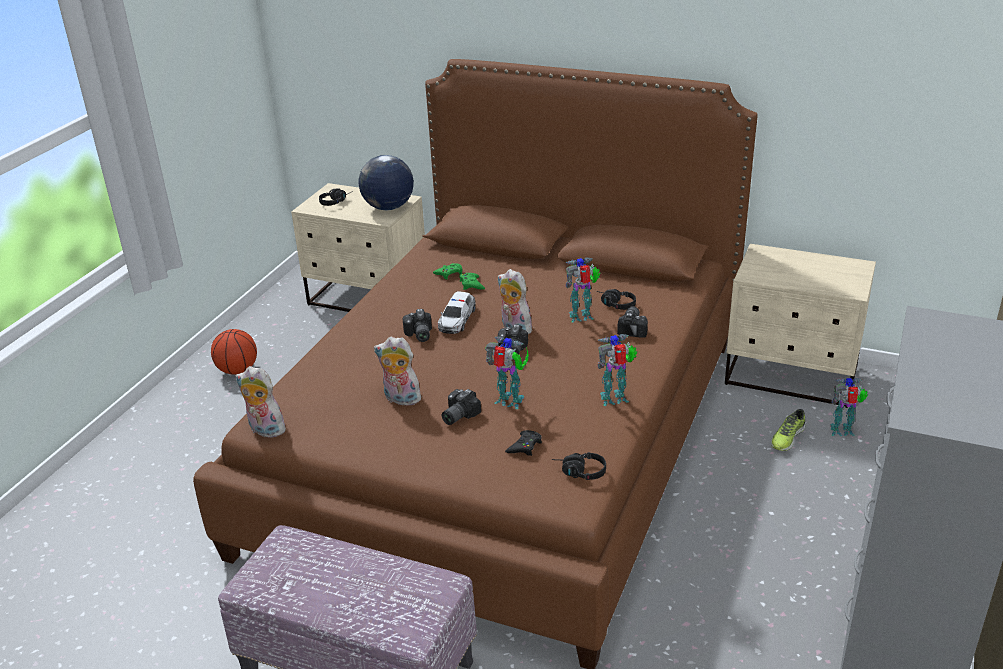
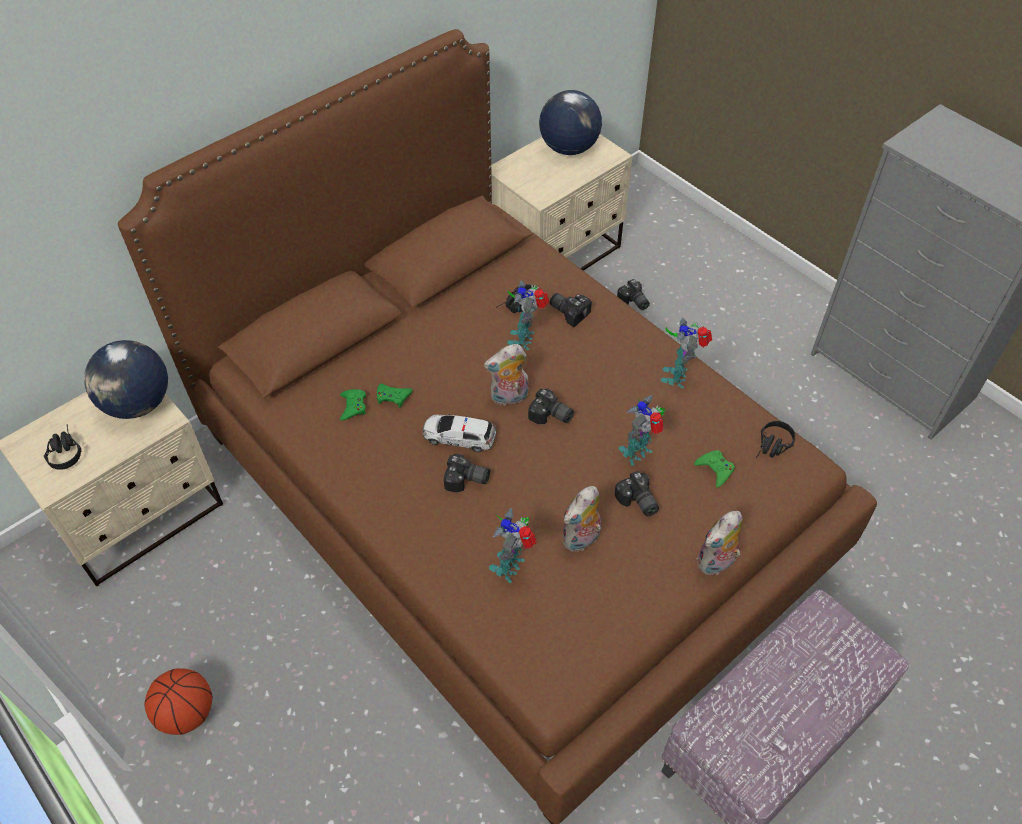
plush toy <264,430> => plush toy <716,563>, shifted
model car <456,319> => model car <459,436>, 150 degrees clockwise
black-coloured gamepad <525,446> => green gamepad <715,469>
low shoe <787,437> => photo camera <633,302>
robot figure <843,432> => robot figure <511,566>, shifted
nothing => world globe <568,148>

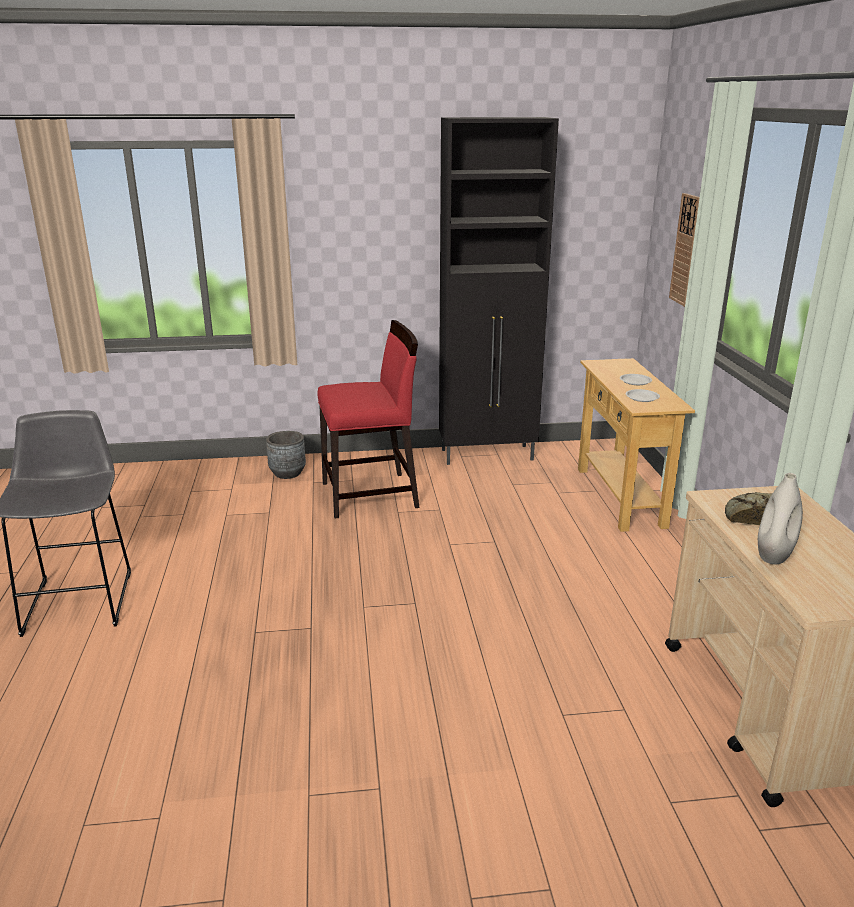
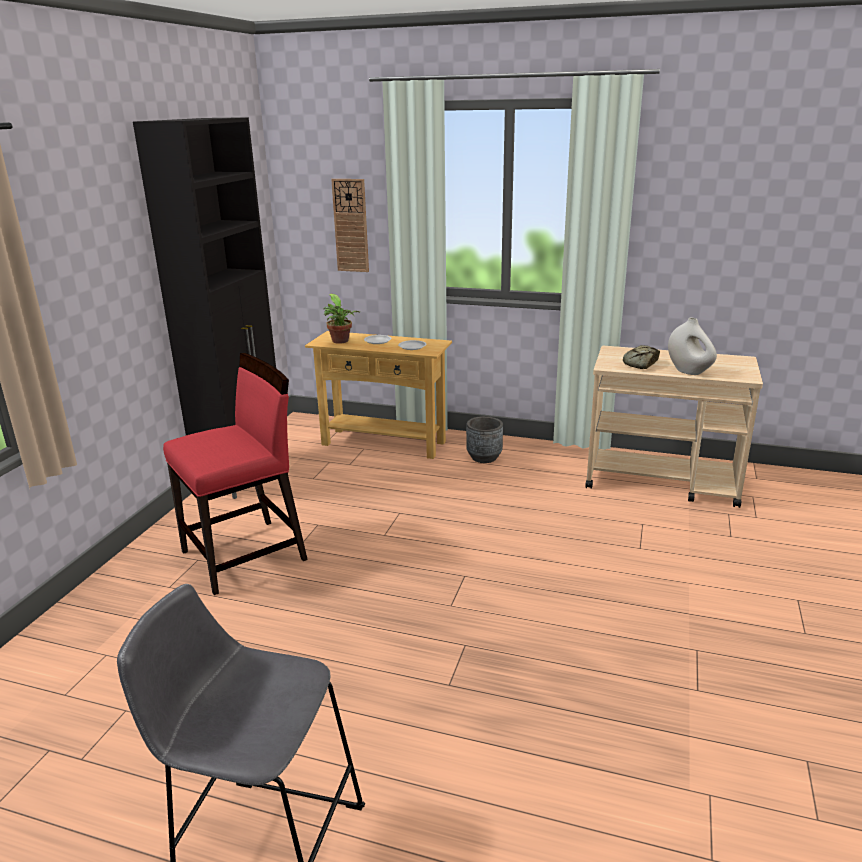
gray flower pot <287,473> => gray flower pot <484,457>, shifted
red-coloured chair <371,495> => red-coloured chair <245,555>, 45 degrees clockwise
nothing => potted plant <341,341>

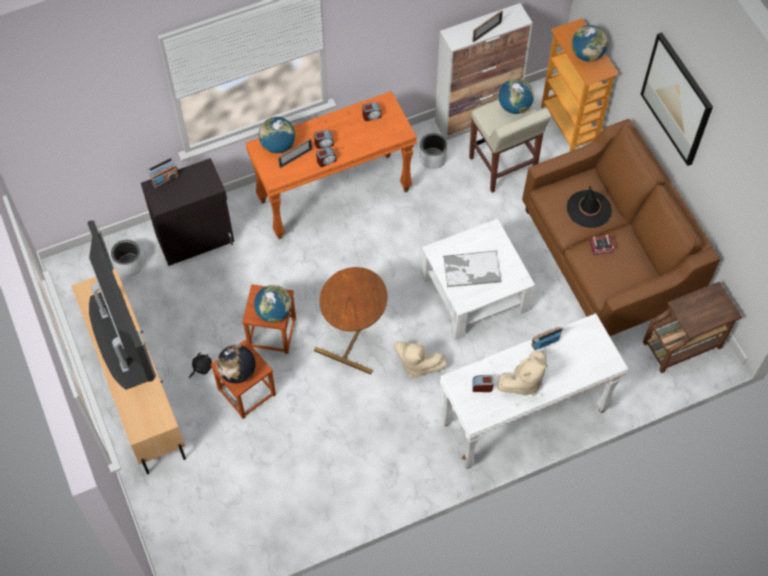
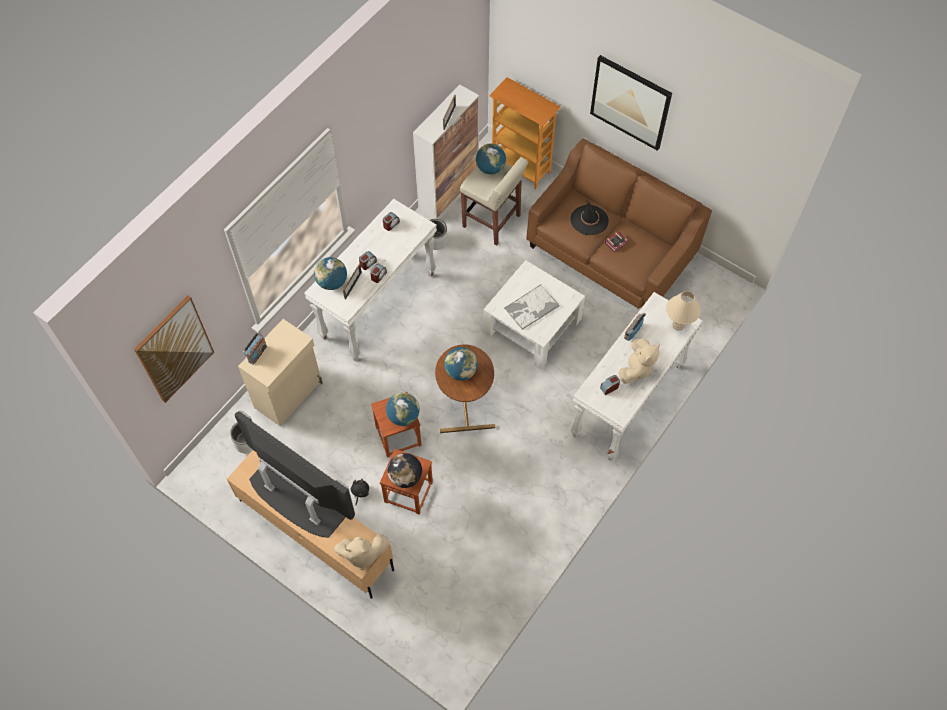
black-coloured storage cabinet <196,239> => beige-coloured storage cabinet <289,394>
orange-coloured narrow table <334,195> => white-coloured narrow table <378,305>
beige-coloured plush toy <417,364> => beige-coloured plush toy <362,554>, shifted
world globe <587,54> => world globe <461,371>, shifted
brown side table <684,344> => nothing
nothing => wall art <174,349>
nothing => beige-coloured tabletop lamp <678,325>

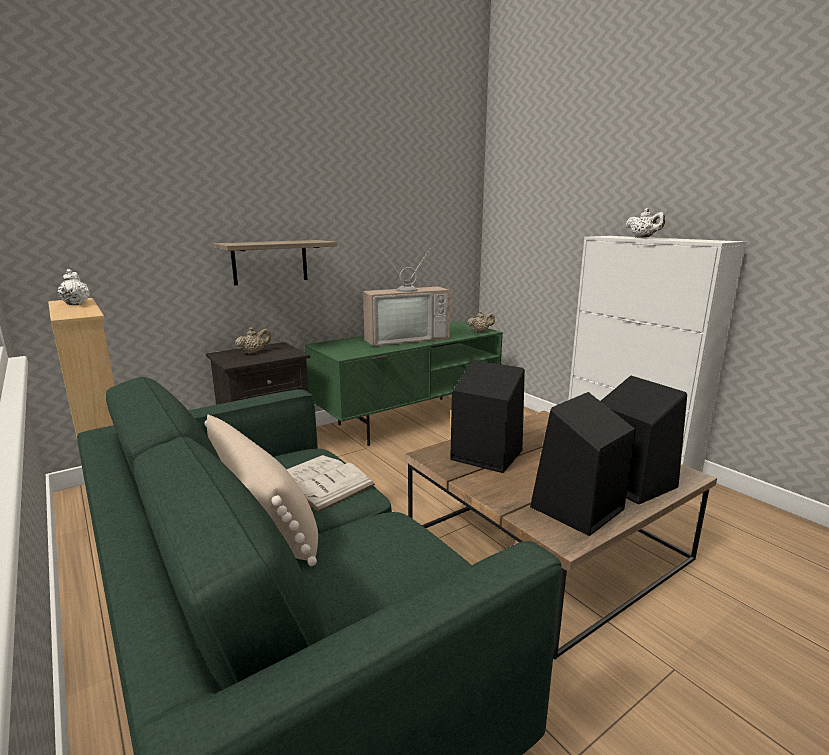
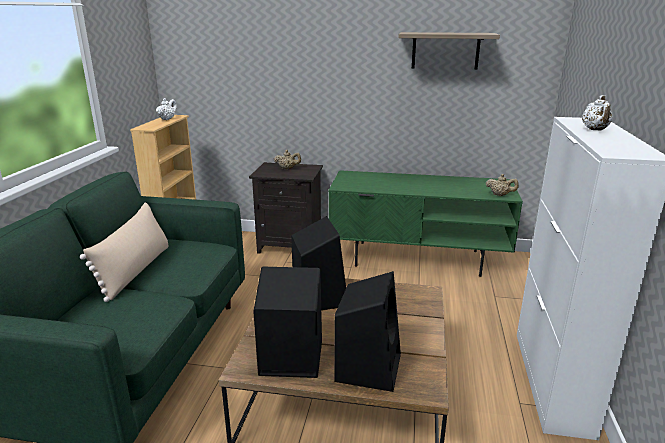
wall shelf <270,262> => wall shelf <445,50>, shifted
white-coloured volume <320,482> => nothing
TV <405,338> => nothing

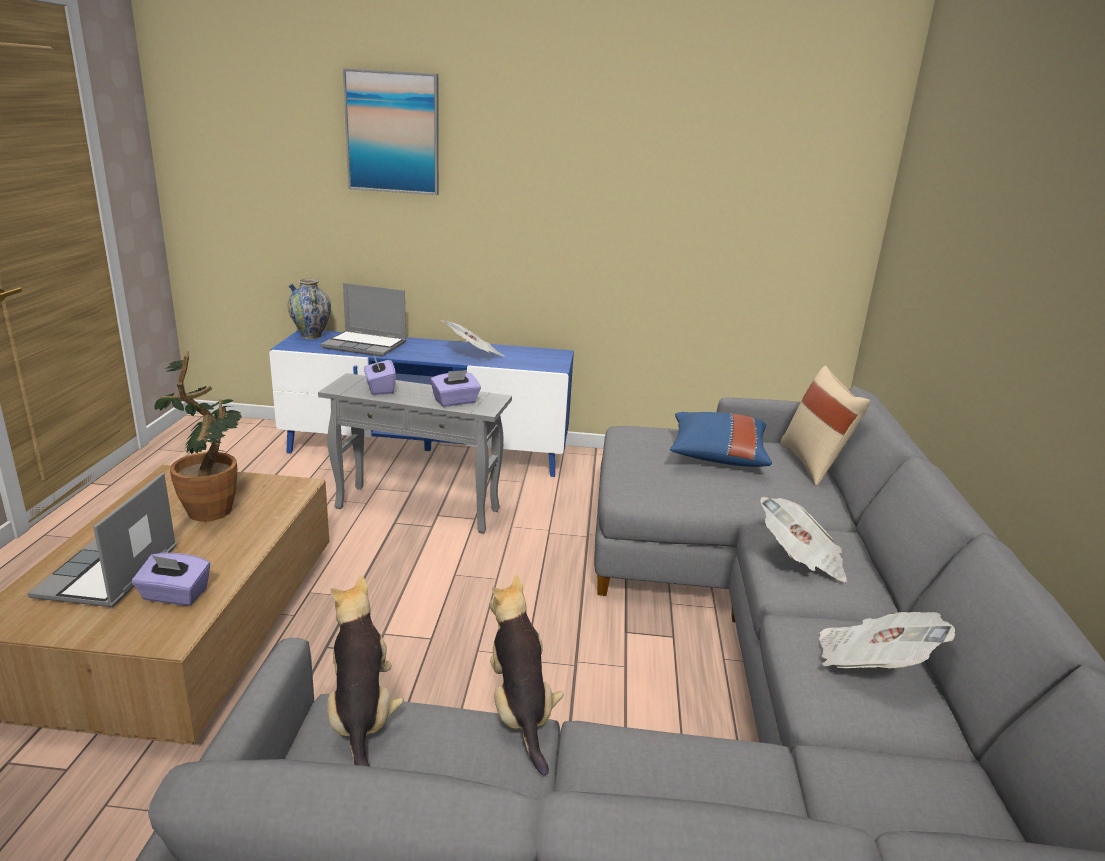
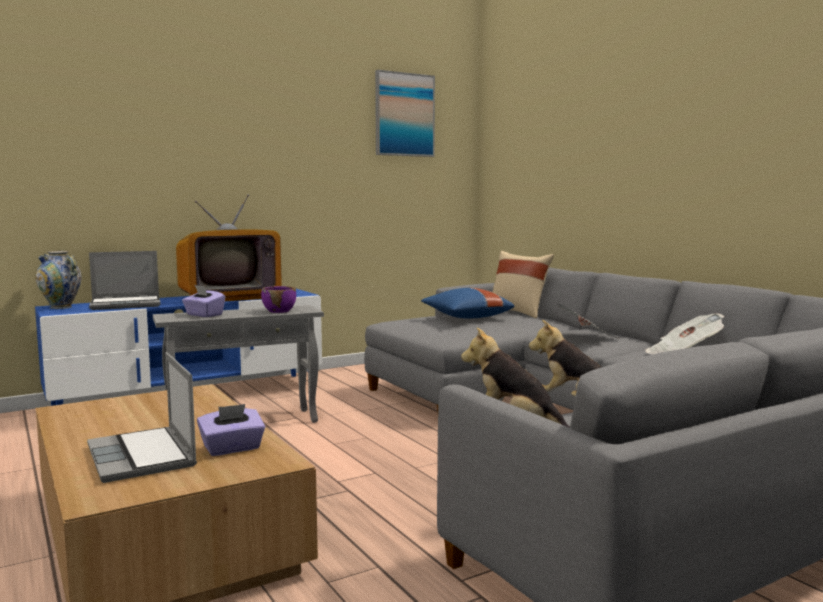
potted plant <216,506> => nothing
wall art <393,132> => wall art <404,115>, shifted
purple-coloured tissue box <455,401> => purple-coloured serving bowl <279,311>
printed paper <473,354> => TV <229,297>

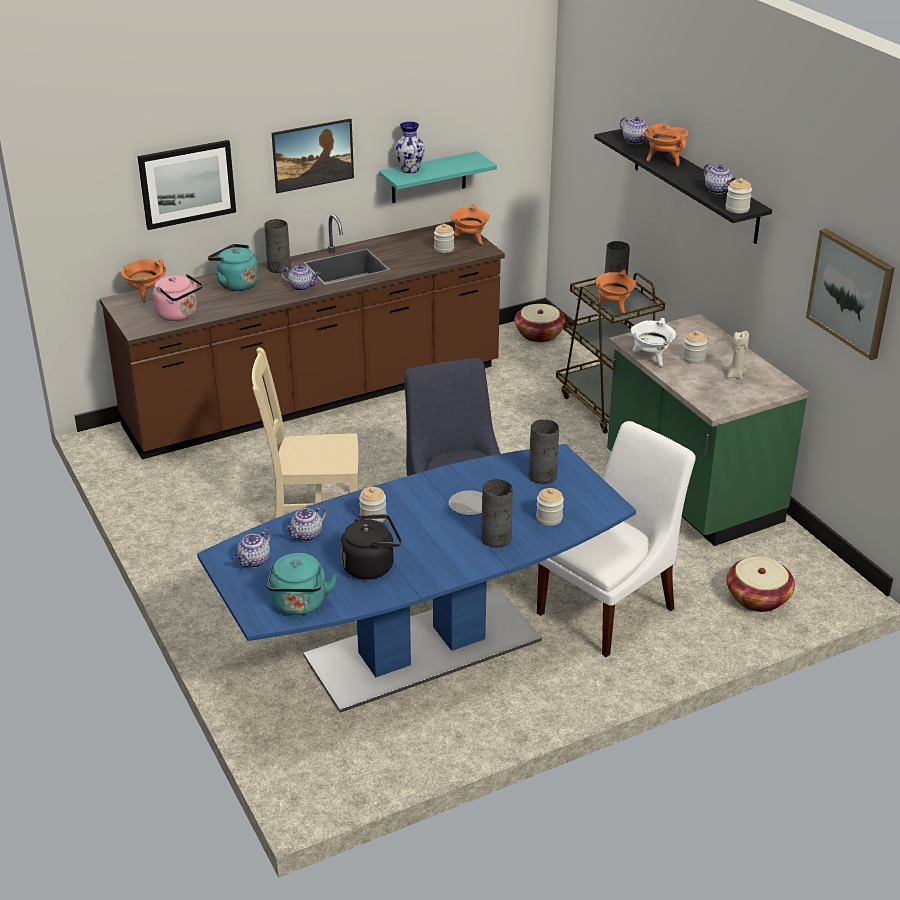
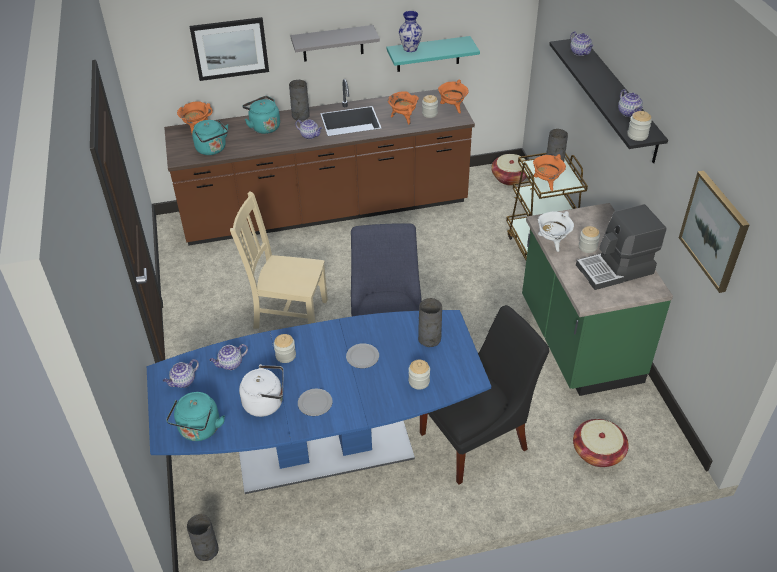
pink tea kettle <179,315> => turquoise tea kettle <212,149>
wall art <314,170> => gray wall shelf <333,43>
black-coloured tea kettle <371,566> => white-coloured tea kettle <266,403>
gray vase <496,539> => gray vase <206,551>, shifted
white-coloured chair <610,608> => black-coloured chair <477,439>
orange-coloured saucepot <664,160> => orange-coloured saucepot <403,118>, shifted
beige-coloured wax light <735,375> => coffee machine <616,270>
nothing => flat dish <315,403>

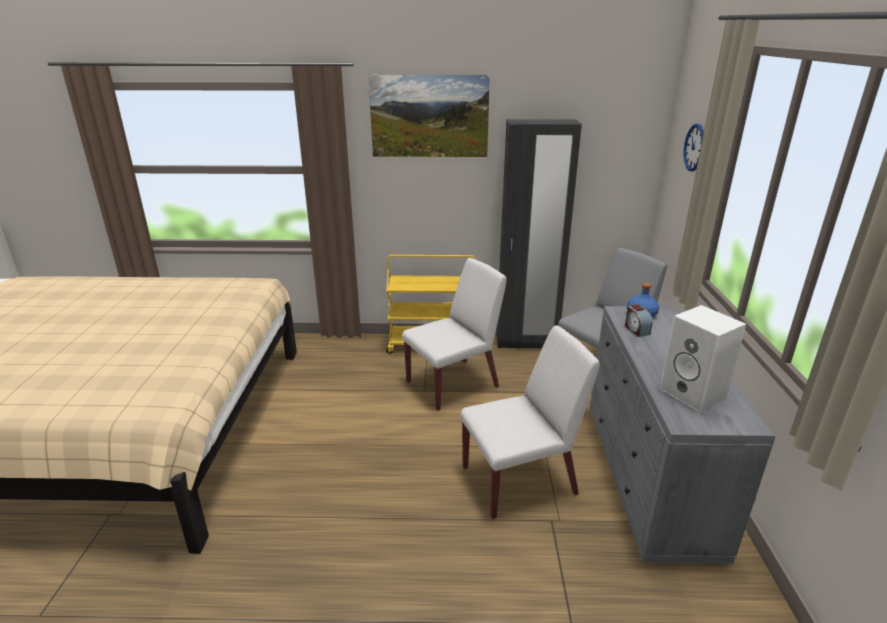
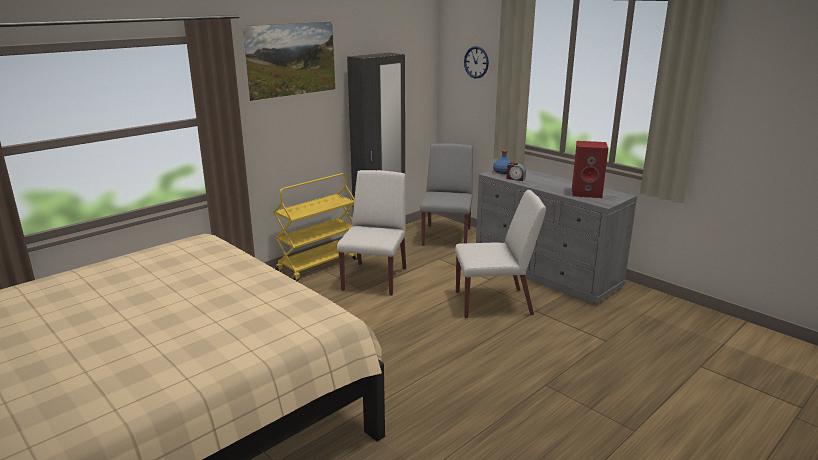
white-coloured chair <520,480> => white-coloured chair <494,303>, 60 degrees clockwise
white-coloured loudspeaker <694,394> => red-coloured loudspeaker <587,193>

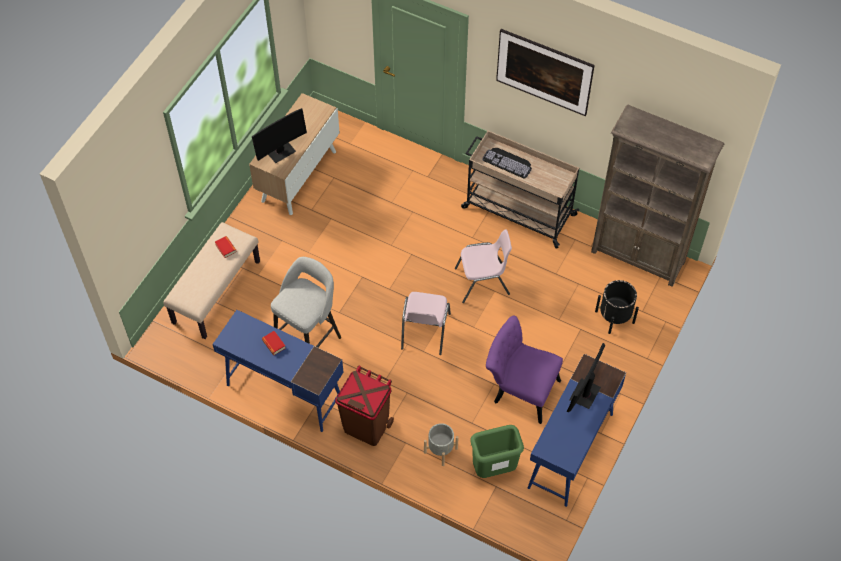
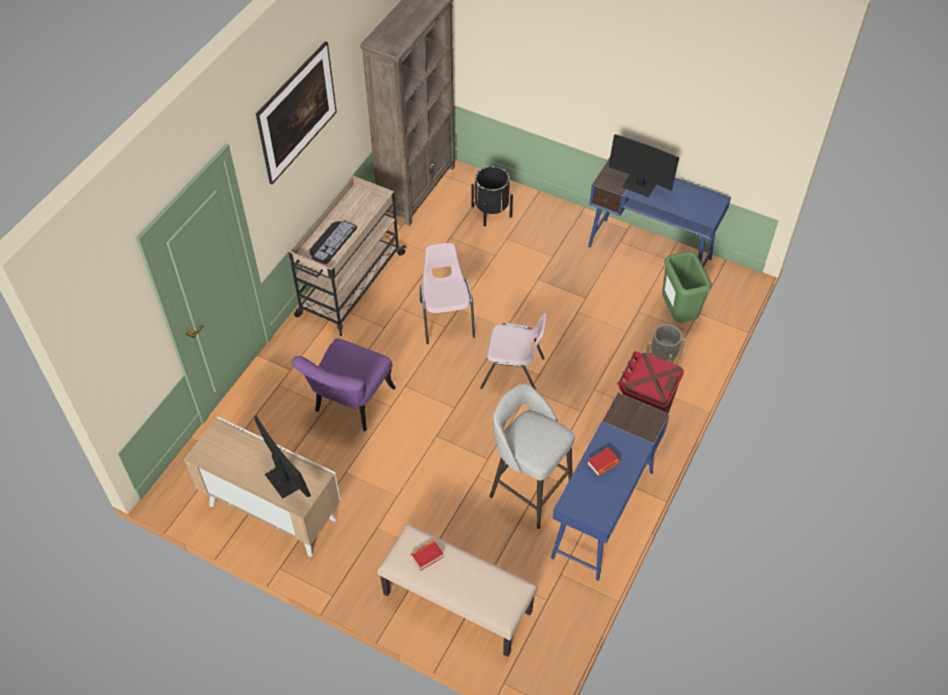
purple-coloured chair <520,389> => purple-coloured chair <350,406>, shifted

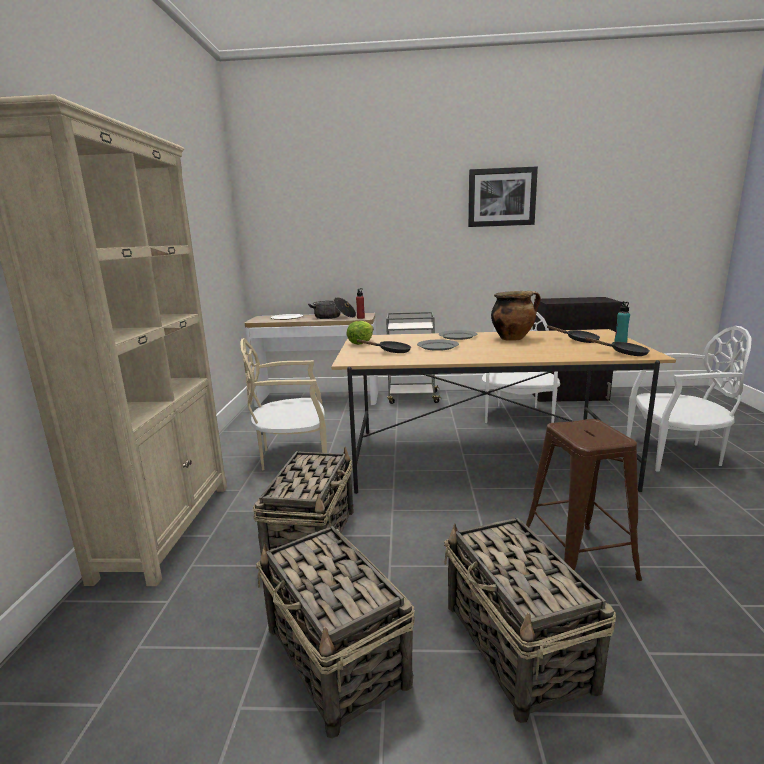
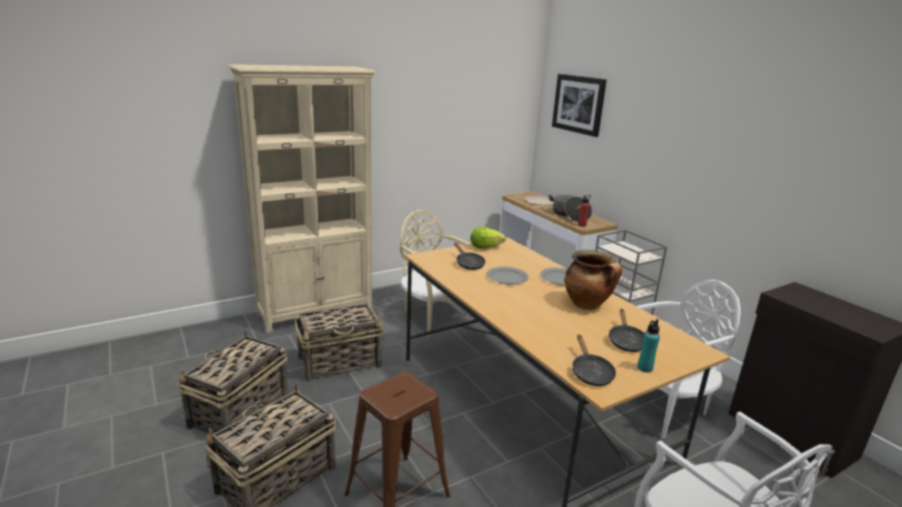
wall art <501,197> => wall art <578,104>, shifted

